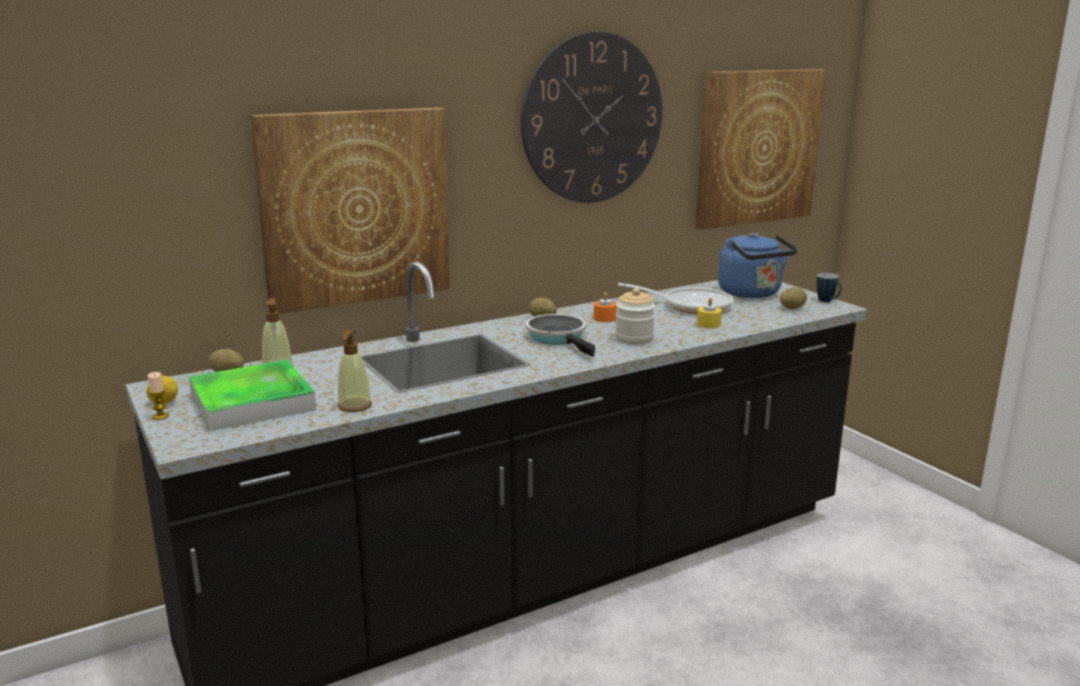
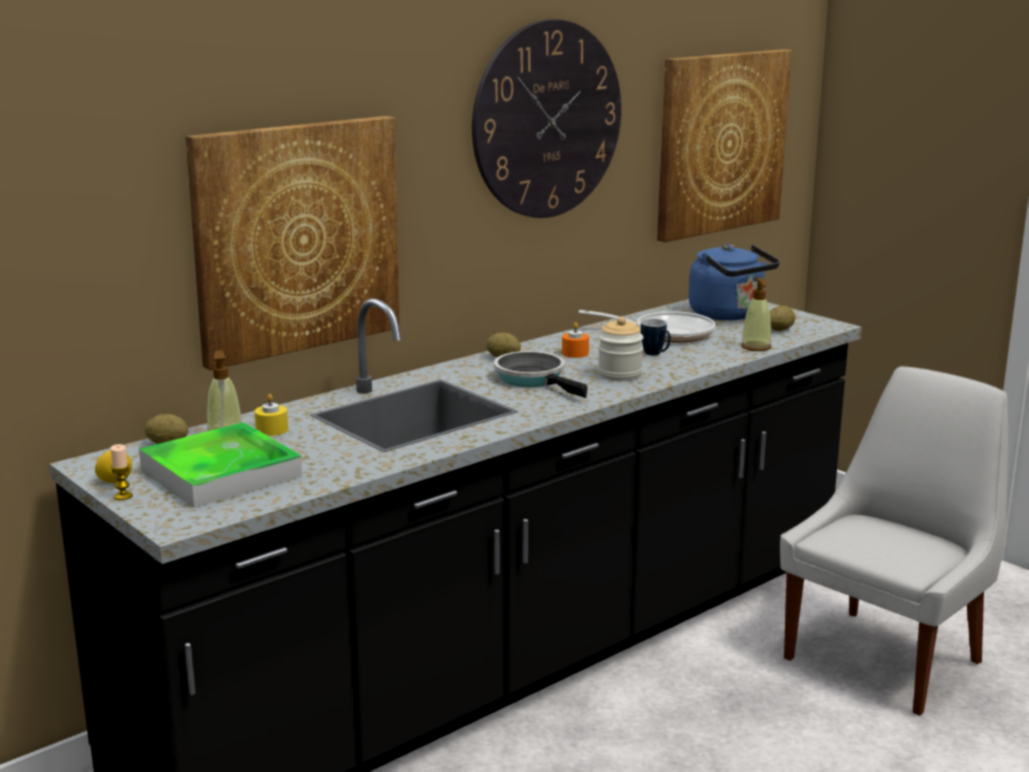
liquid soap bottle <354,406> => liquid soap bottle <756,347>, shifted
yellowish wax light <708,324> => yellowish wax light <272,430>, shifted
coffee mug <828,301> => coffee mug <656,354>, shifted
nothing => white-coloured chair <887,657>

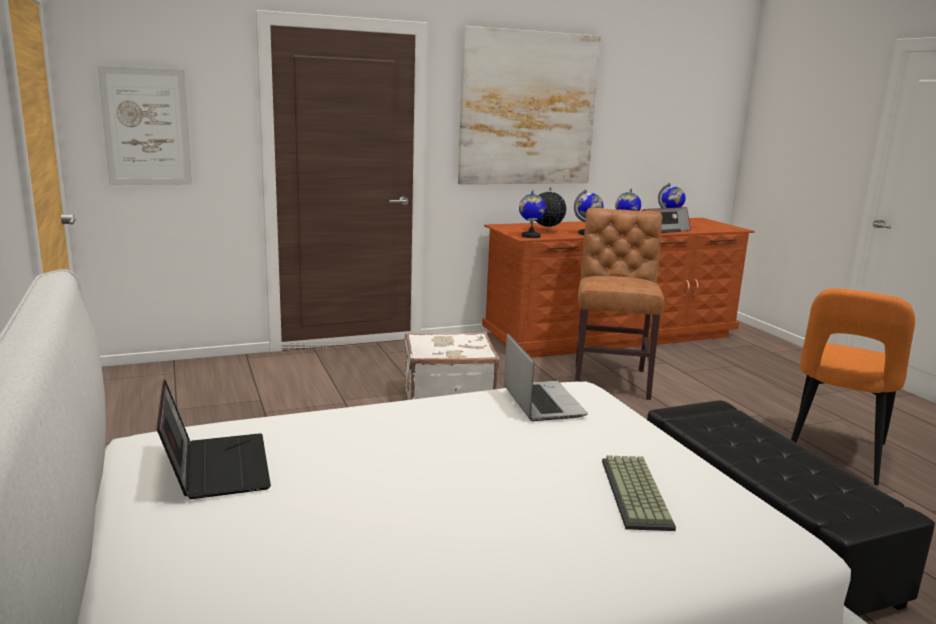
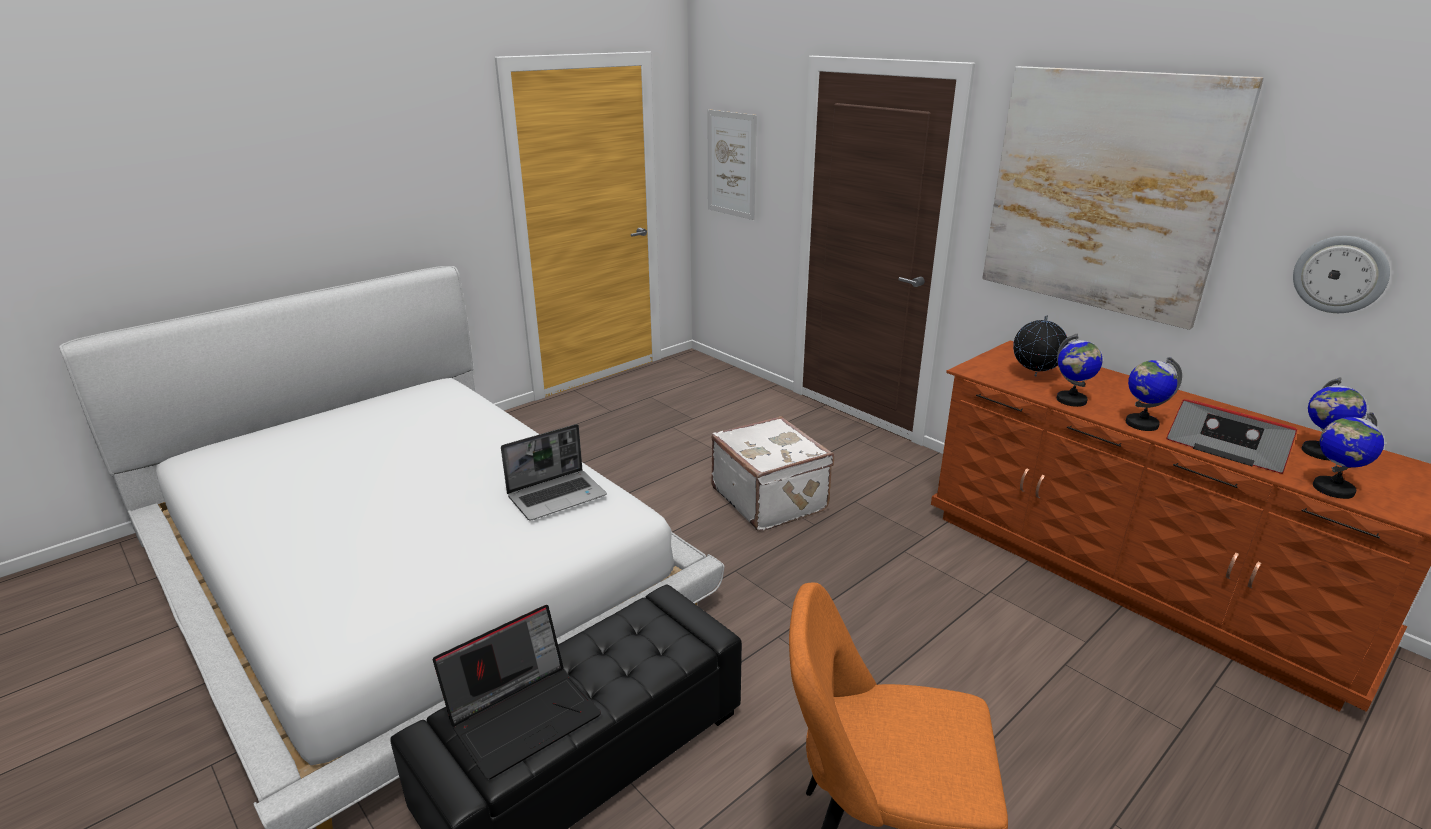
laptop <215,467> => laptop <524,715>, shifted
world globe <530,236> => world globe <1332,489>, shifted
brown chair <610,379> => nothing
keyboard <638,494> => nothing
nothing => clock on the wall <1340,274>

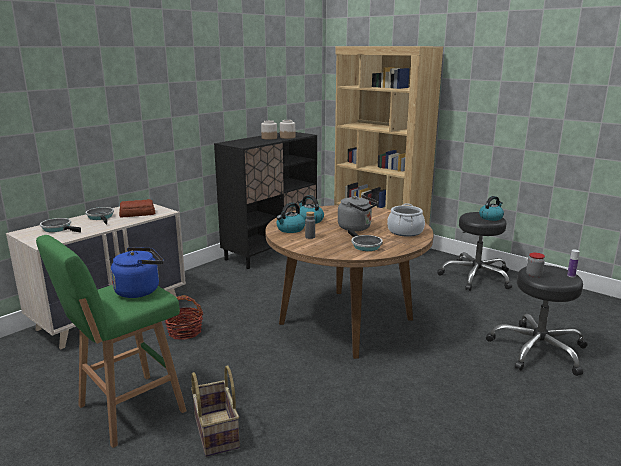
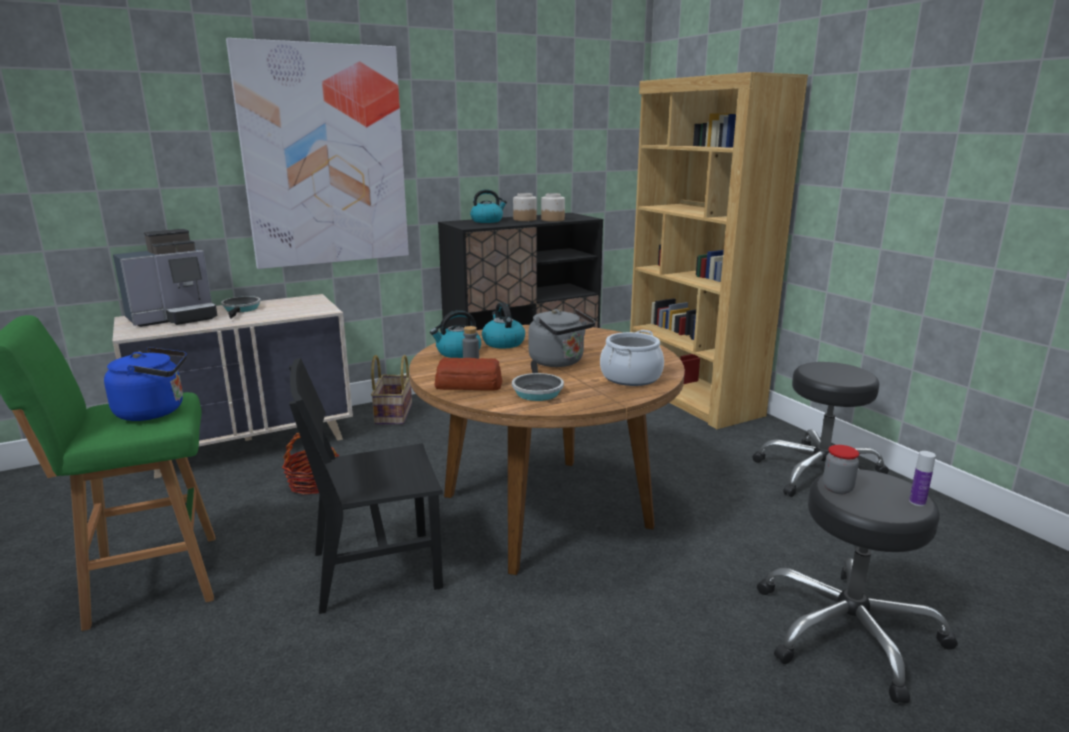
frying pan <58,228> => coffee machine <175,318>
bakery bread <137,214> => bakery bread <468,384>, shifted
basket <215,432> => basket <393,414>, shifted
tea kettle <491,217> => tea kettle <487,221>, shifted
nothing => wall art <325,157>
nothing => black-coloured chair <376,569>

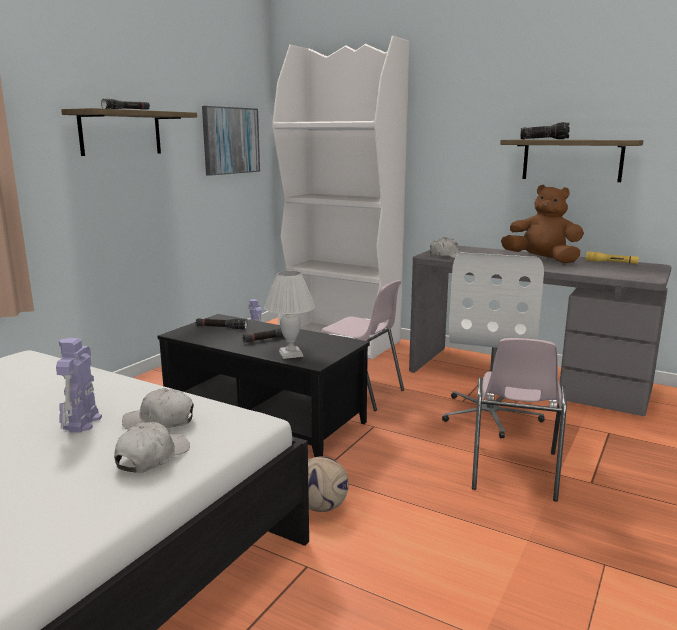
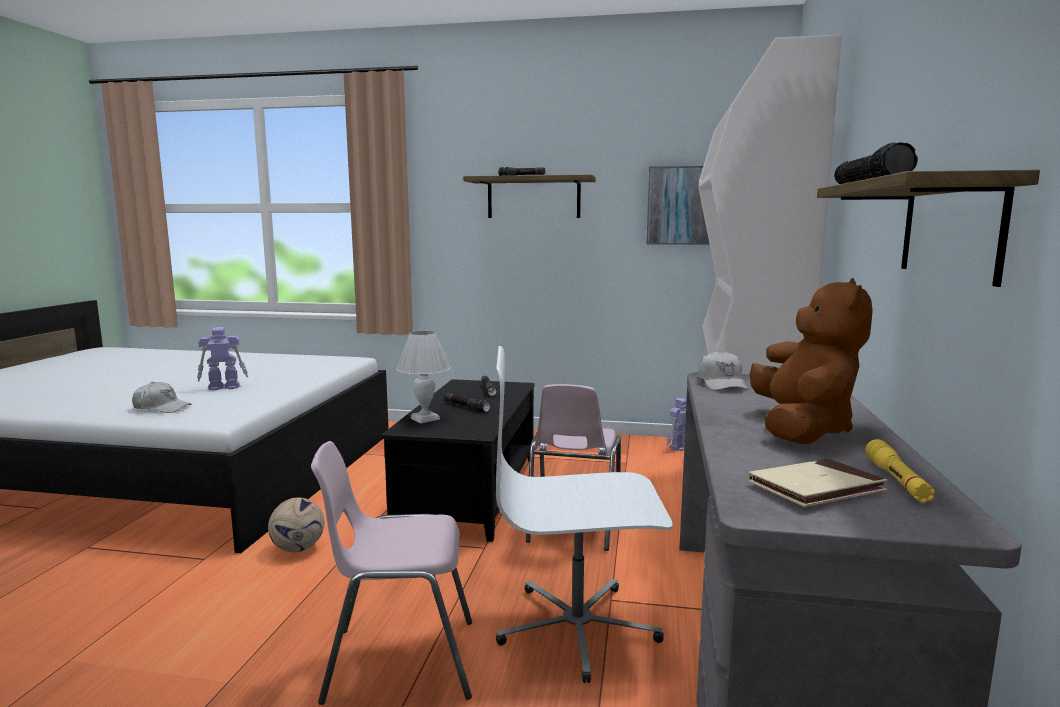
white-coloured cap <160,421> => nothing
nothing => beige-coloured volume <815,488>

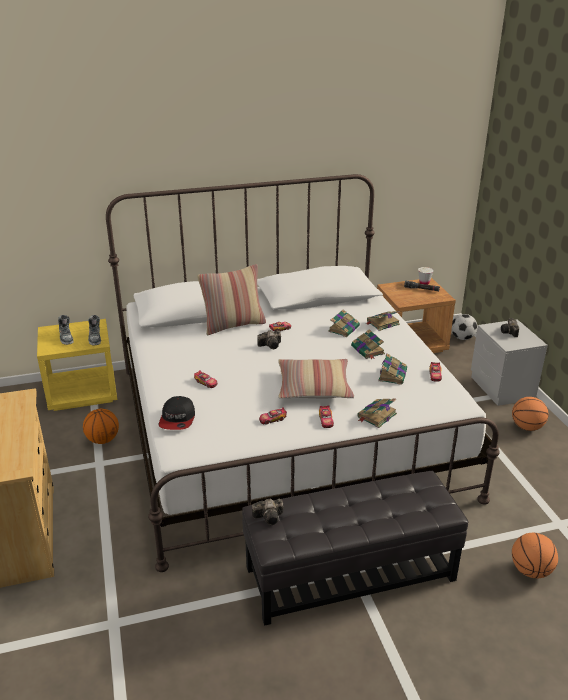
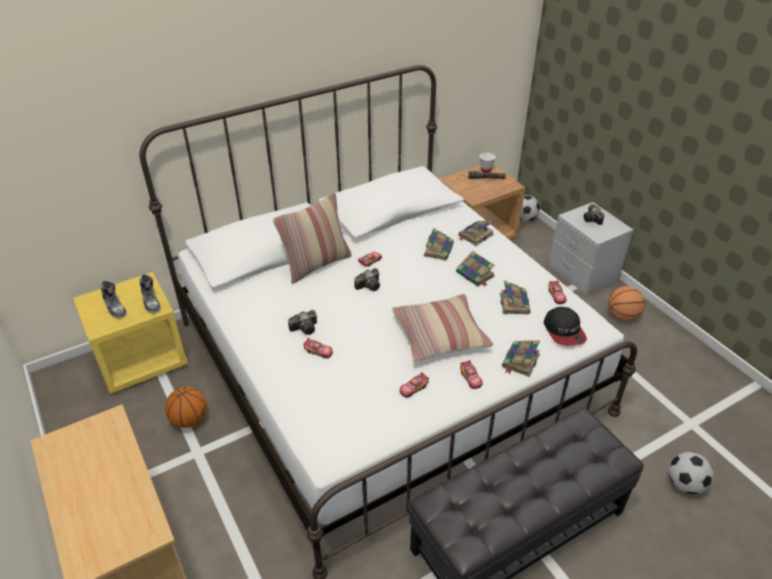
cap <177,419> => cap <564,331>, shifted
photo camera <270,517> => photo camera <306,328>, shifted
basketball <530,570> => football <685,484>

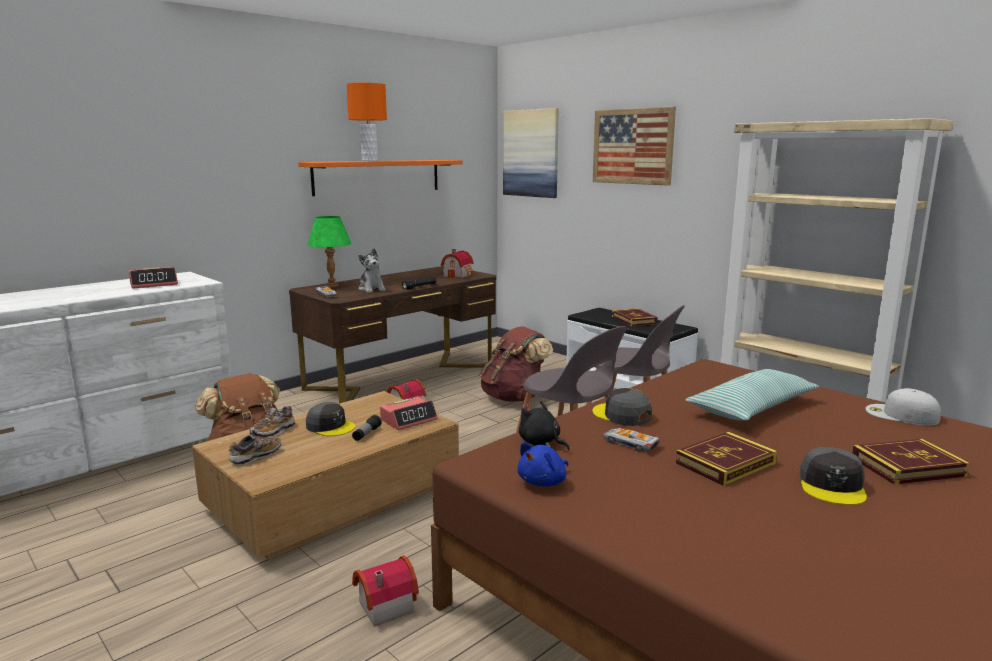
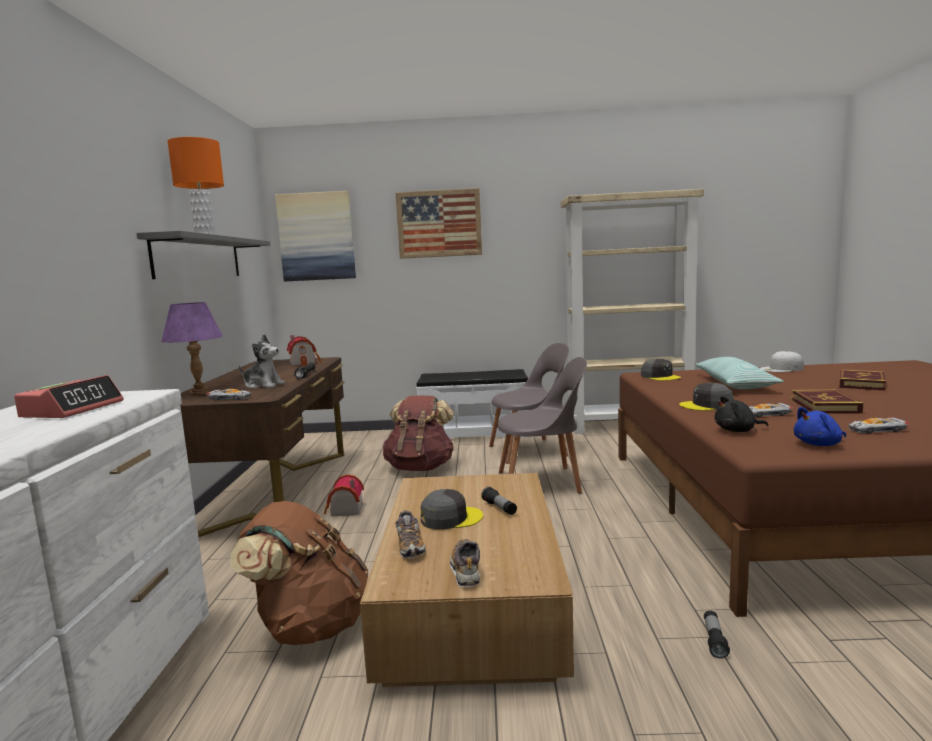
orange-coloured wall shelf <378,176> => gray wall shelf <199,257>
green tabletop lamp <332,286> => purple-coloured tabletop lamp <199,393>
toy house <383,605> => hand torch <714,640>
alarm clock <409,419> => nothing
bluish plush toy <544,482> => bluish plush toy <819,444>, 75 degrees clockwise
volume <634,320> => nothing
gray cap <832,486> => gray cap <660,377>, shifted
nothing => model car <876,430>

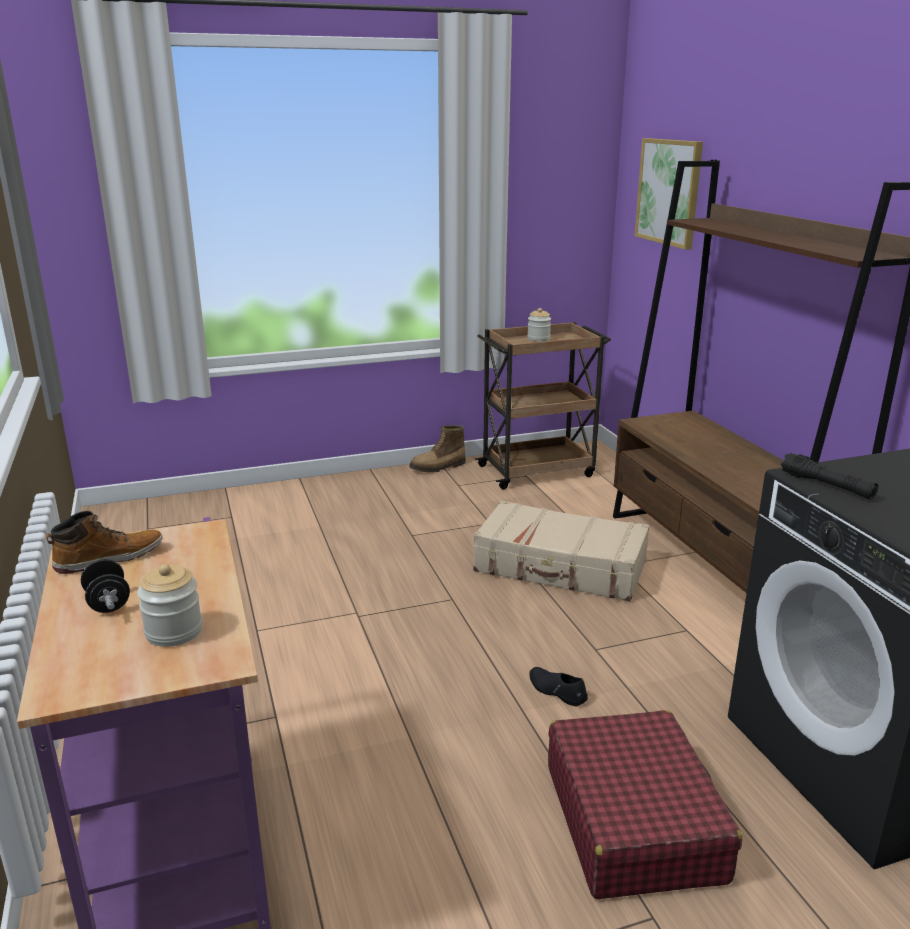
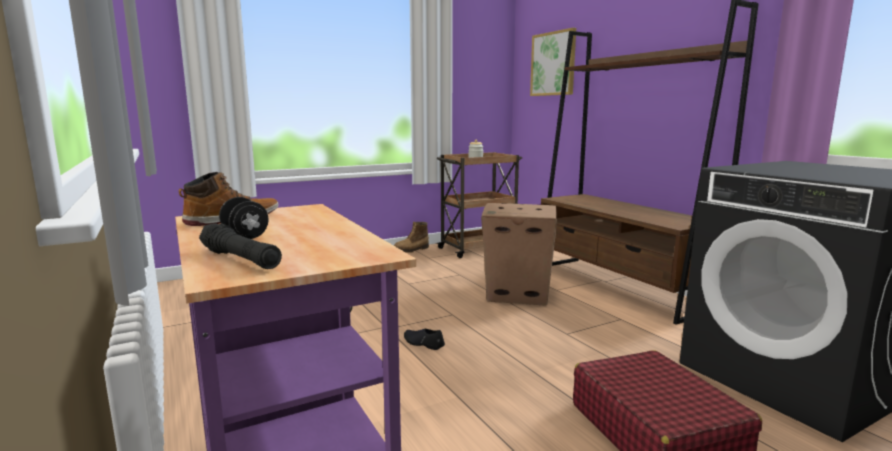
storage jar <174,631> => nothing
beige-coloured piece of luggage <560,567> => cardboard box <518,293>
black-coloured low shoe <556,691> => black-coloured low shoe <423,343>, shifted
black-coloured hand torch <827,486> => black-coloured hand torch <240,259>, shifted

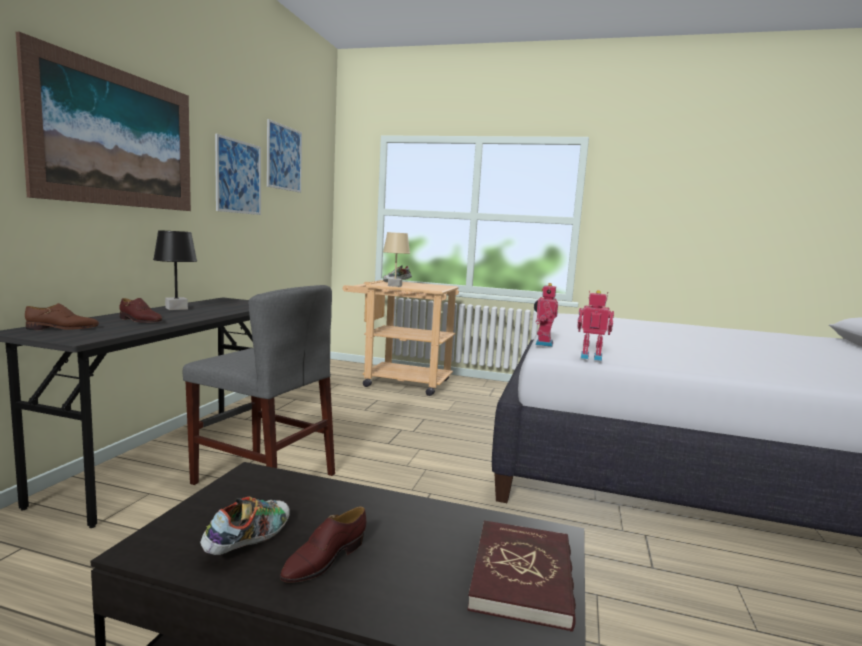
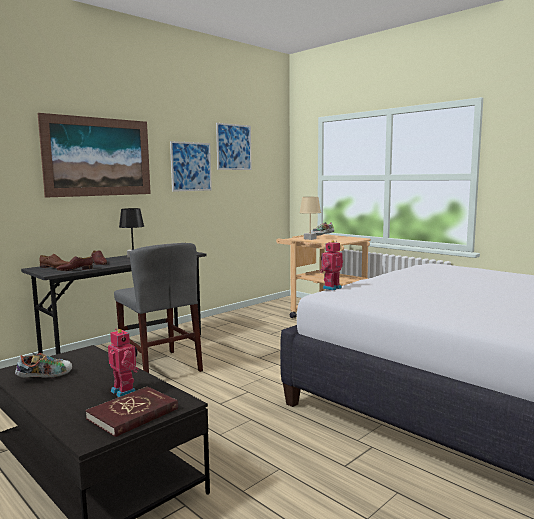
brown low shoe <324,560> => brown low shoe <75,270>, shifted
robot figure <591,357> => robot figure <125,391>, shifted

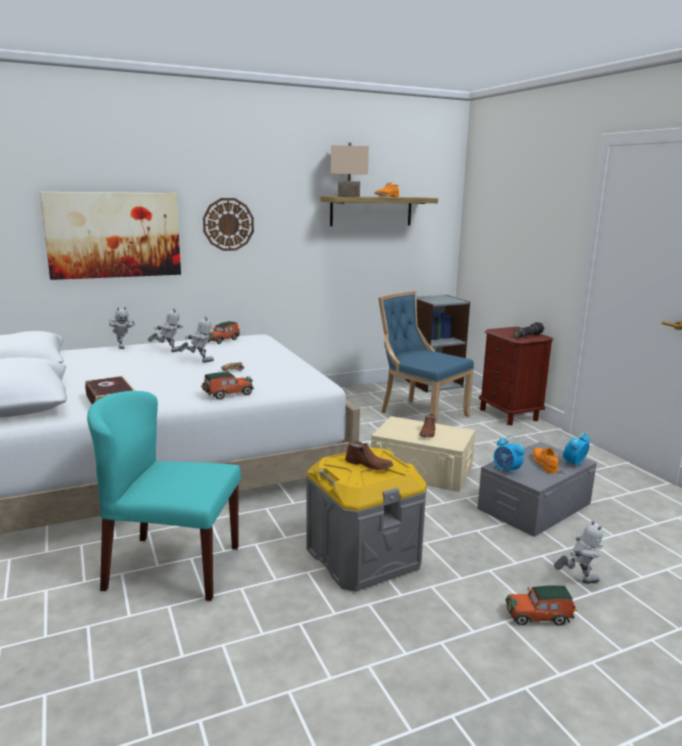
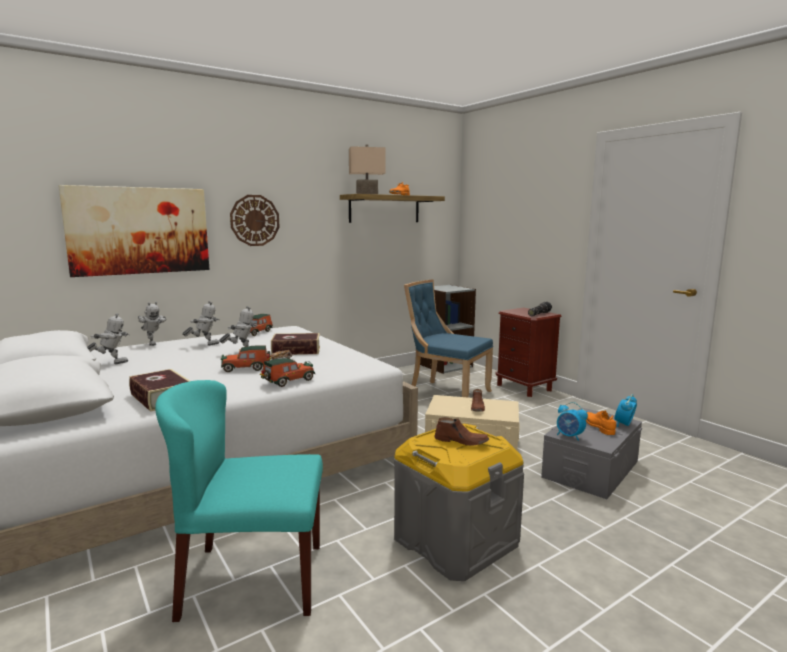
model car <539,616> => model car <247,368>, shifted
robot figure <577,580> => robot figure <111,363>, shifted
nothing => volume <296,350>

